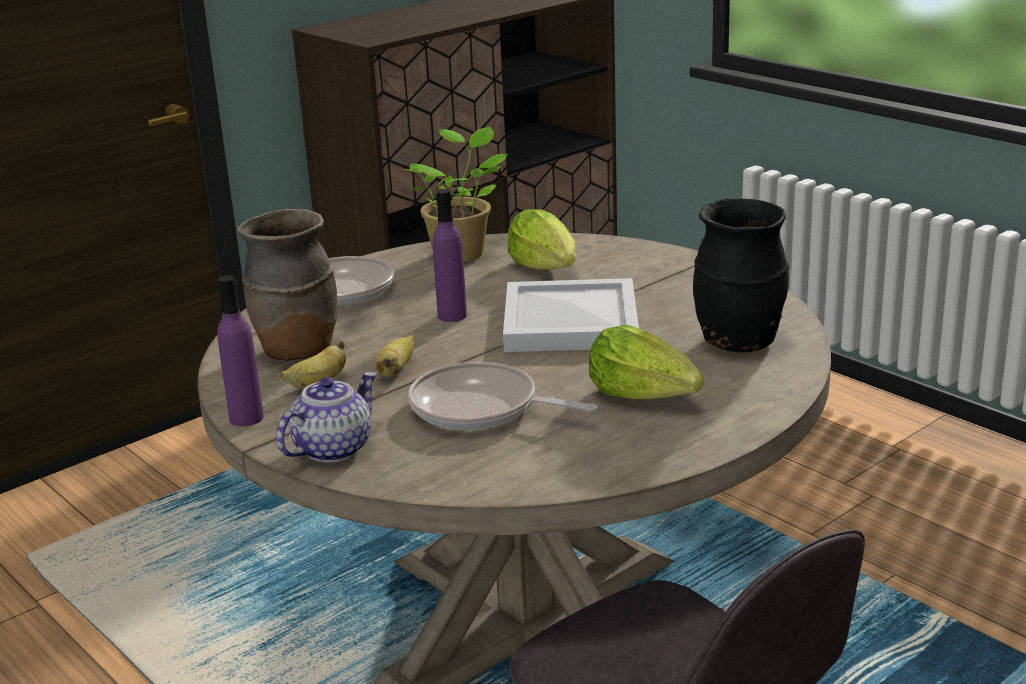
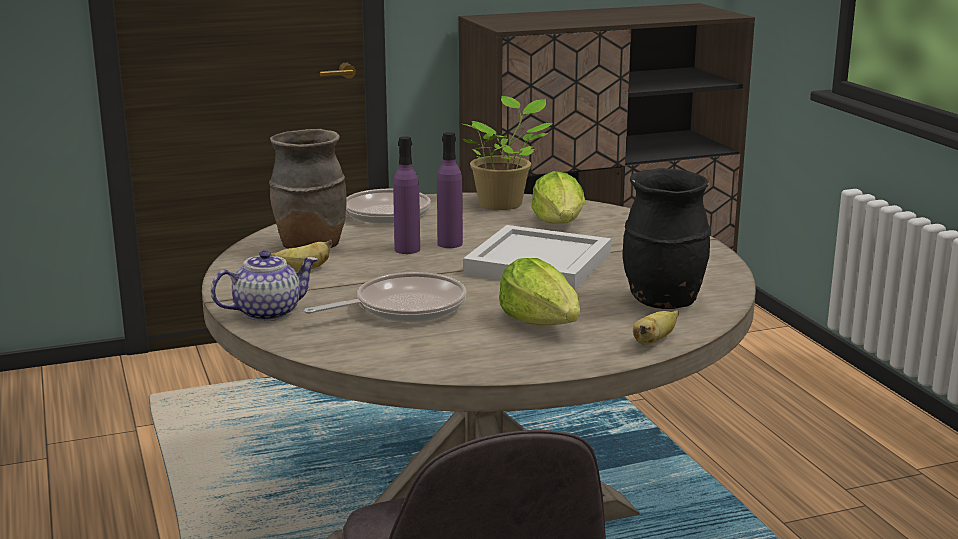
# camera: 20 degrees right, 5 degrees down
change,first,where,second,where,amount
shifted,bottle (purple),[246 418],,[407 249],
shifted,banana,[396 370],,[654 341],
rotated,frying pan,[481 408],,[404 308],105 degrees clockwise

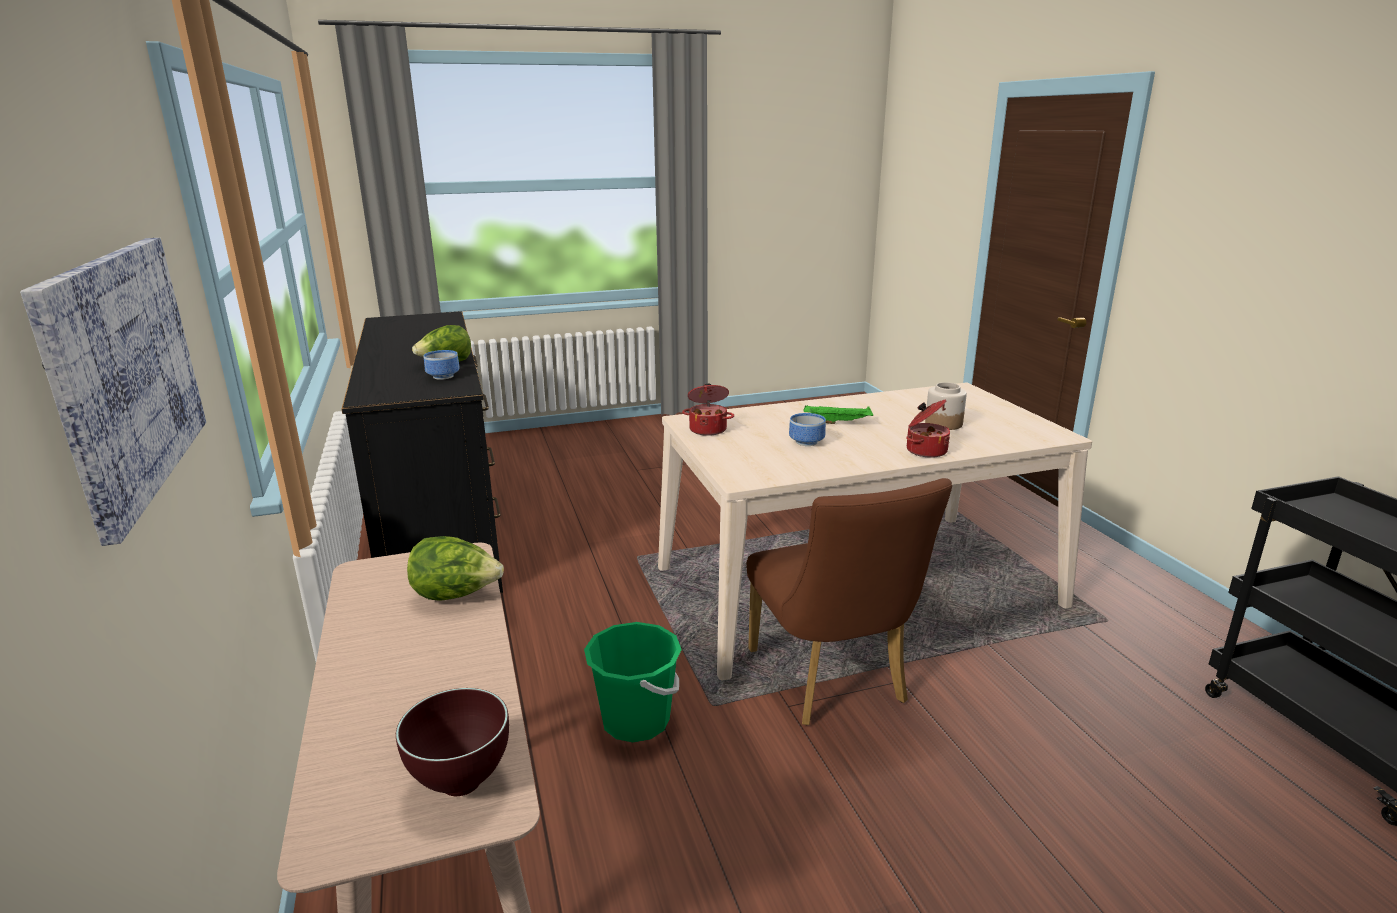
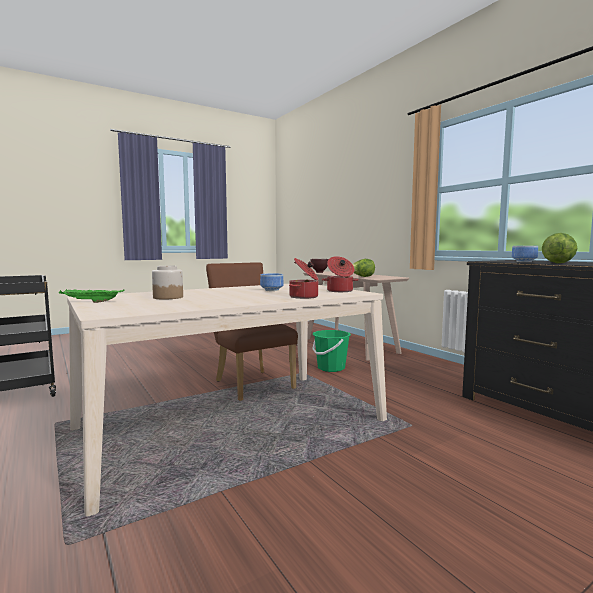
# camera: 165 degrees right, 15 degrees down
change,first,where,second,where,amount
gone,picture,[124 372],,,
shifted,tray (green),[838 422],,[91 302],
shifted,cooking pot,[925 450],,[304 297],

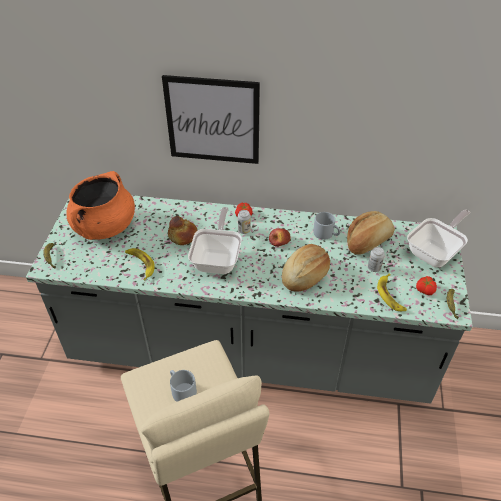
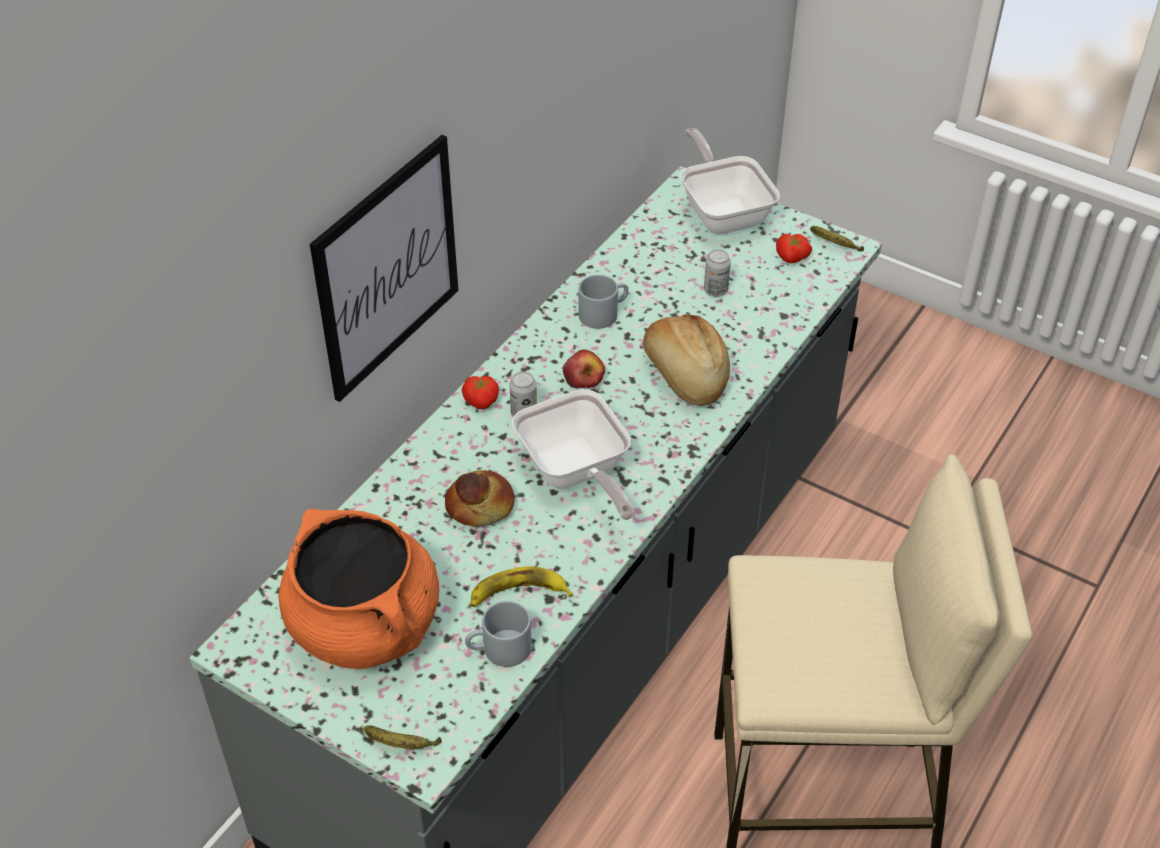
# camera: 65 degrees left, 0 degrees up
change,first,where,second,where,amount
shifted,mug (grey),[181 390],,[499 650],
rotated,frying pan,[218 259],,[576 474],150 degrees counterclockwise
gone,bread,[368 241],,,
gone,banana,[390 295],,,

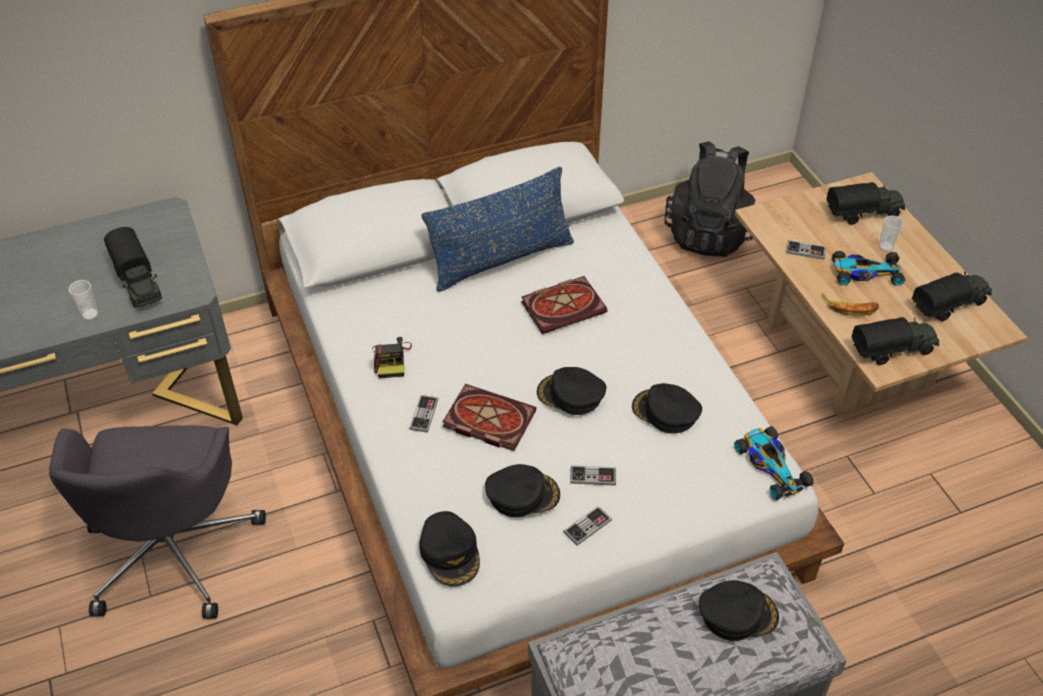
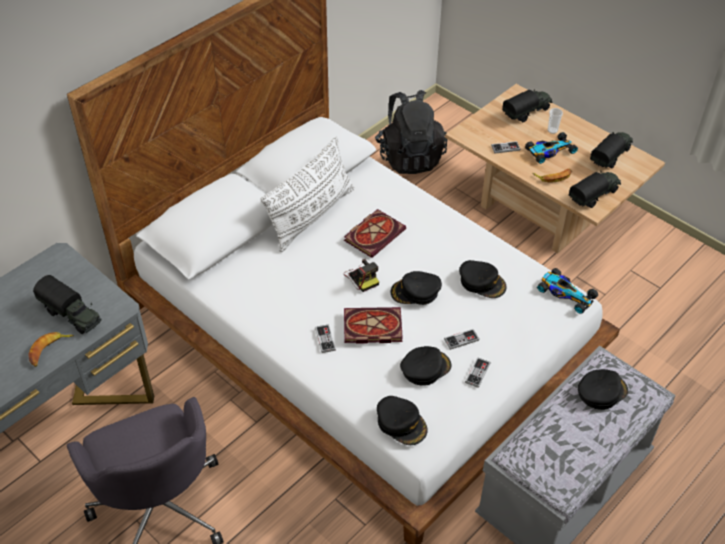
# camera: 25 degrees left, 0 degrees up
change,first,where,second,where,amount
swapped,cup,[90 314],banana,[49 350],
shifted,photo camera,[391 360],,[362 277],
repainted,pillow (blue),[501 260],pillow (white),[311 216],
rotated,cap (black),[665 412],,[482 282],150 degrees counterclockwise

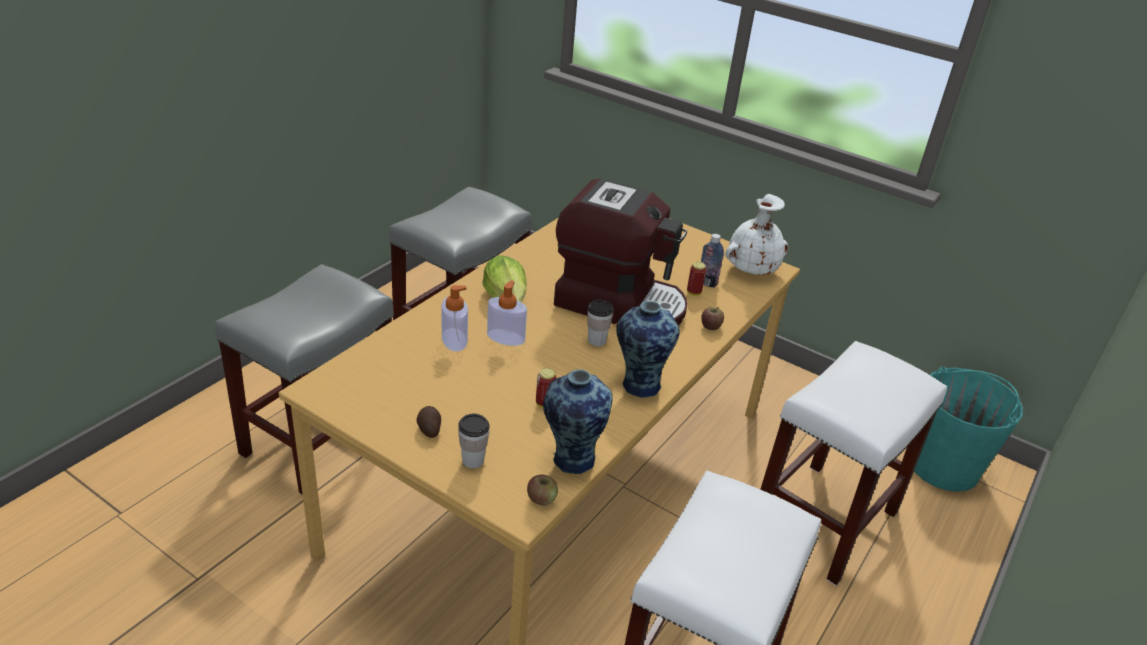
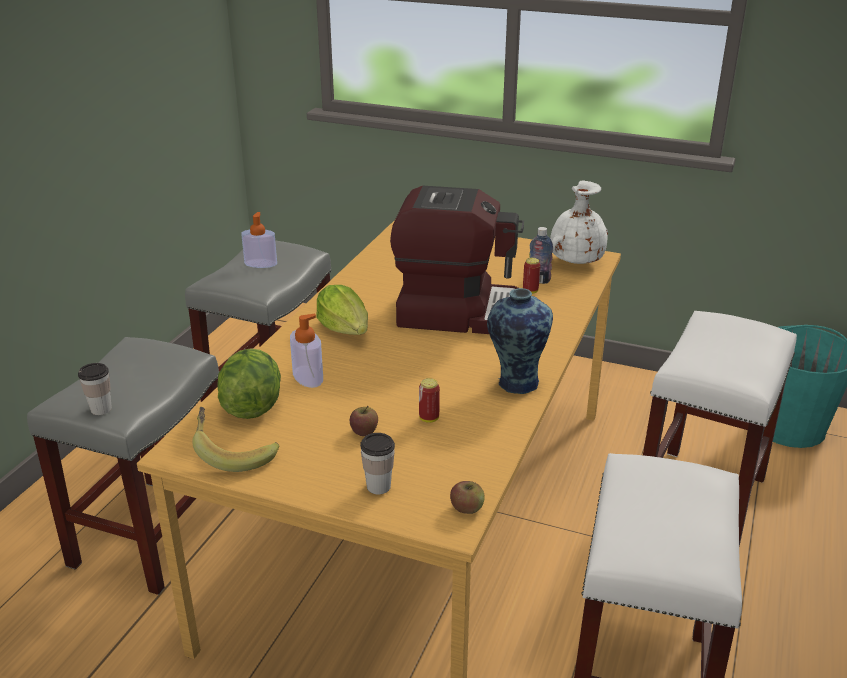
# camera: 10 degrees left, 5 degrees down
change,first,where,second,where,amount
gone,potato,[429 429],,,
shifted,soap dispenser,[506 337],,[260 263],
gone,vase,[571 459],,,
shifted,cup,[596 340],,[101 409],
shifted,apple,[710 326],,[364 431],
new,,,banana,[234 453],
new,,,lettuce,[252 406],

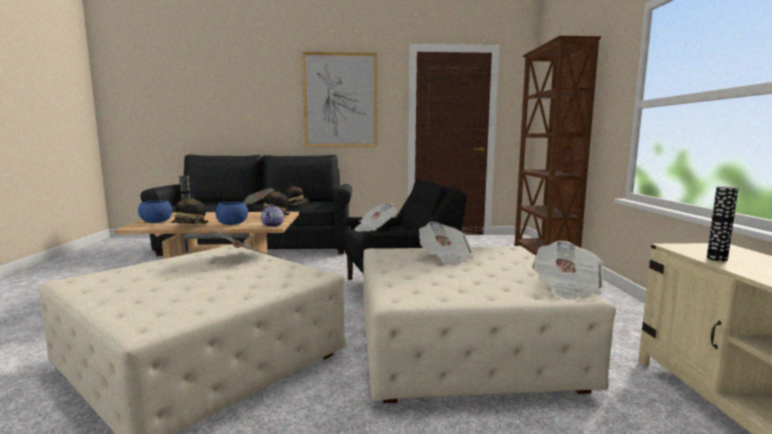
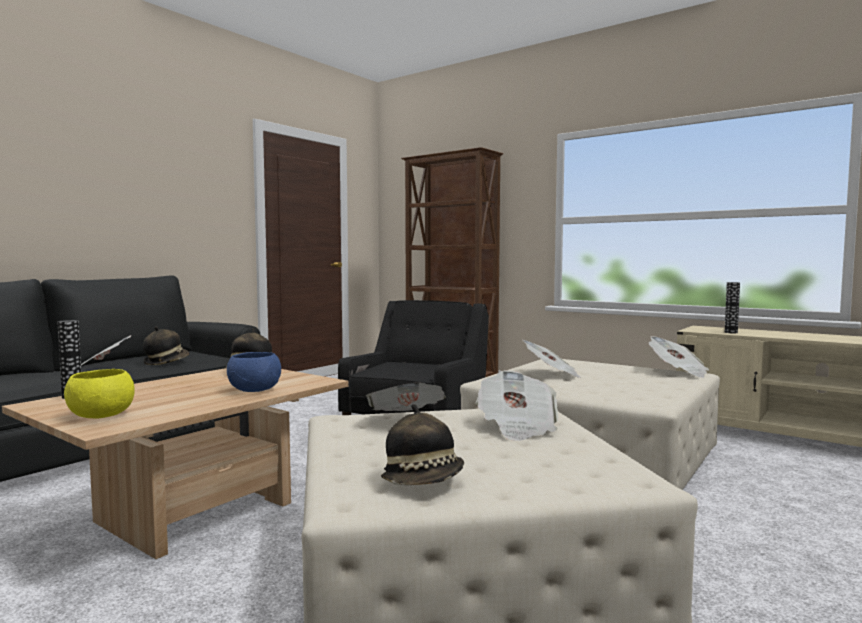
# camera: 50 degrees left, 5 degrees down
change,first,where,second,where,amount
repainted,bowl (blue),[157 222],bowl (yellow),[102 415],
shifted,hat,[190 226],,[424 482],
gone,teapot,[273 225],,,
gone,picture,[340 100],,,
shifted,newspaper,[375 229],,[517 427],

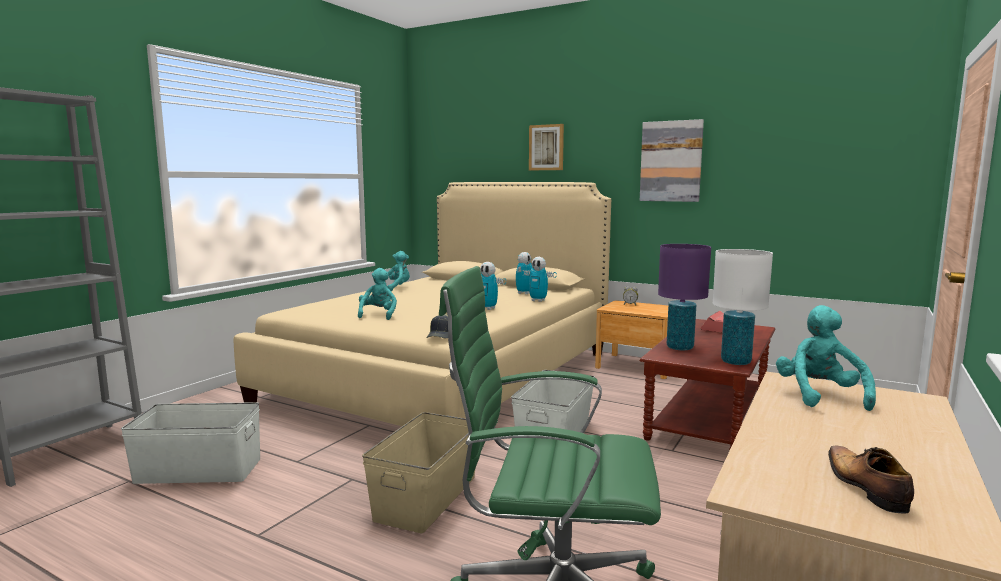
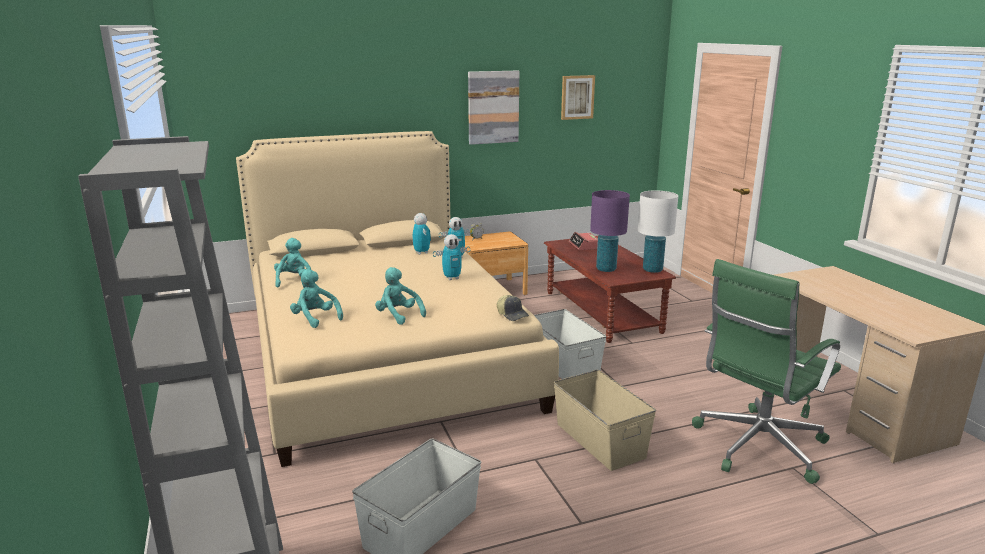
# camera: 50 degrees left, 10 degrees up
change,first,where,second,where,amount
shifted,picture,[546 147],,[577 97],
shifted,plush toy (turquoise),[819 396],,[315 318],
gone,shoe,[865 487],,,

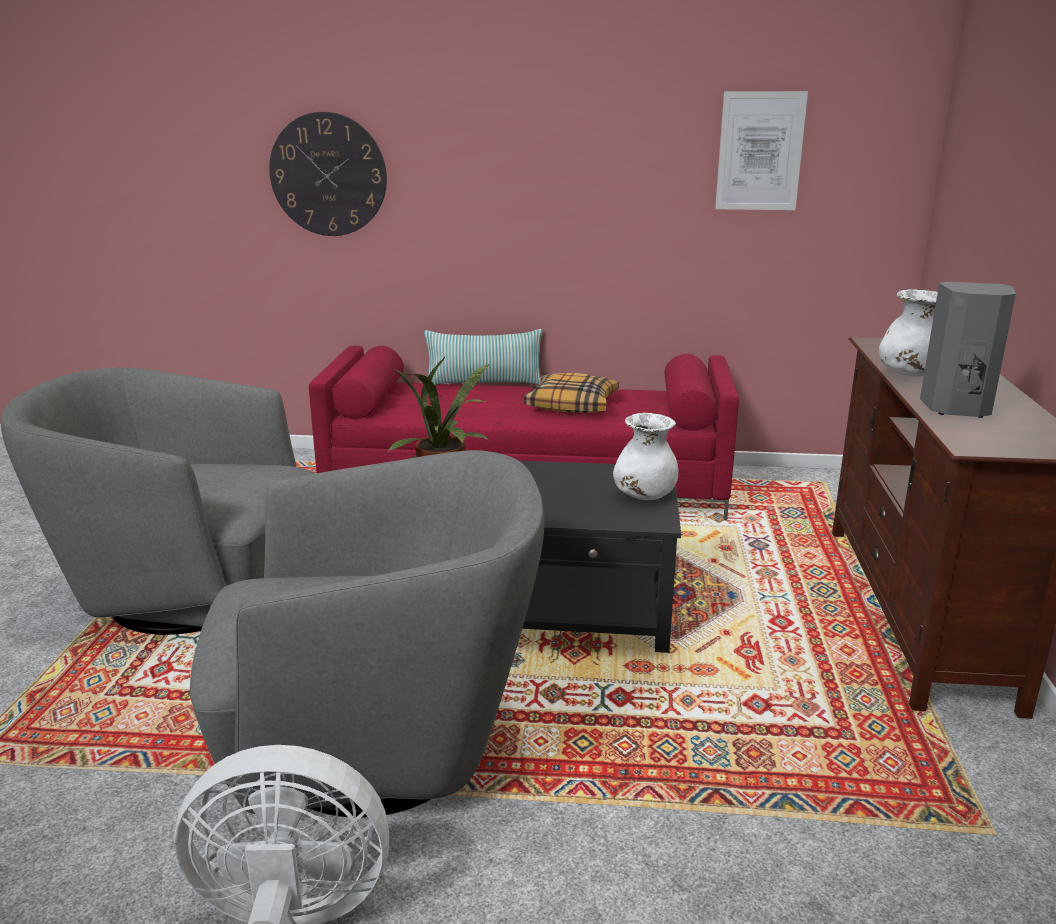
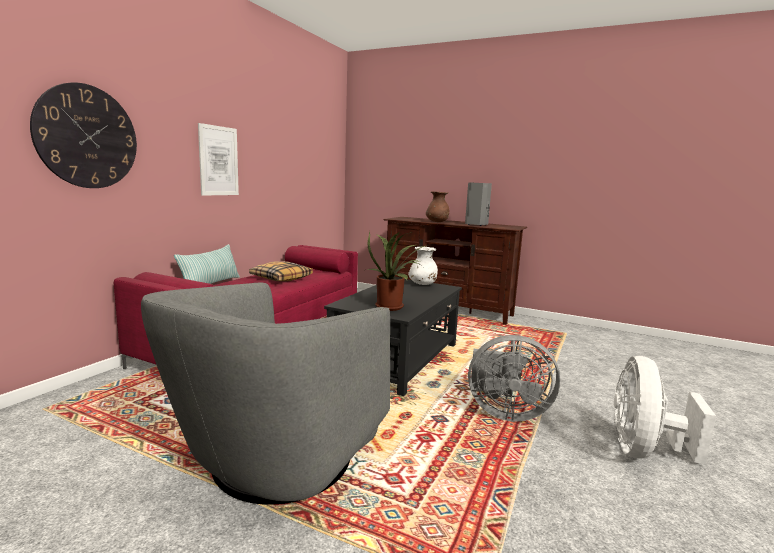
# camera: 70 degrees left, 10 degrees down
change,first,where,second,where,amount
swapped,armchair (grey),[381 745],fan (grey),[504 412],
shifted,picture,[760 151],,[218 161],
repainted,vase (white),[909 374],vase (brown),[437 222],

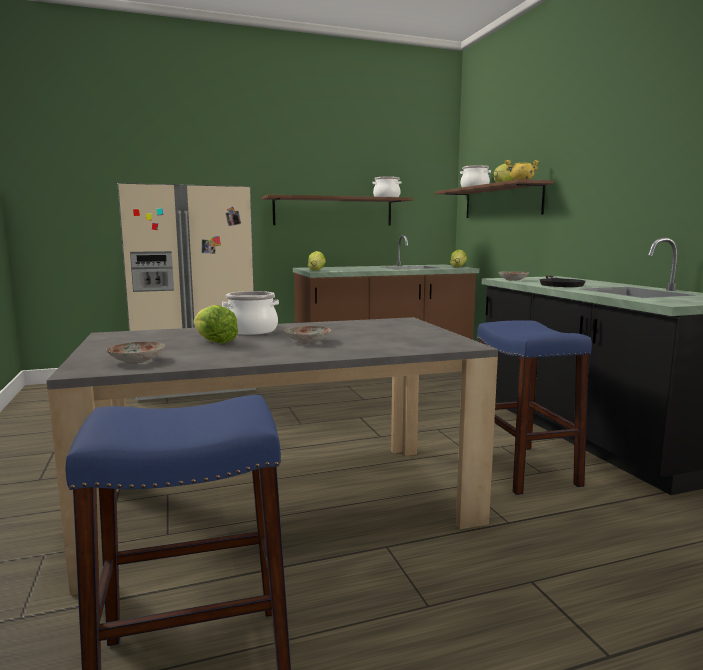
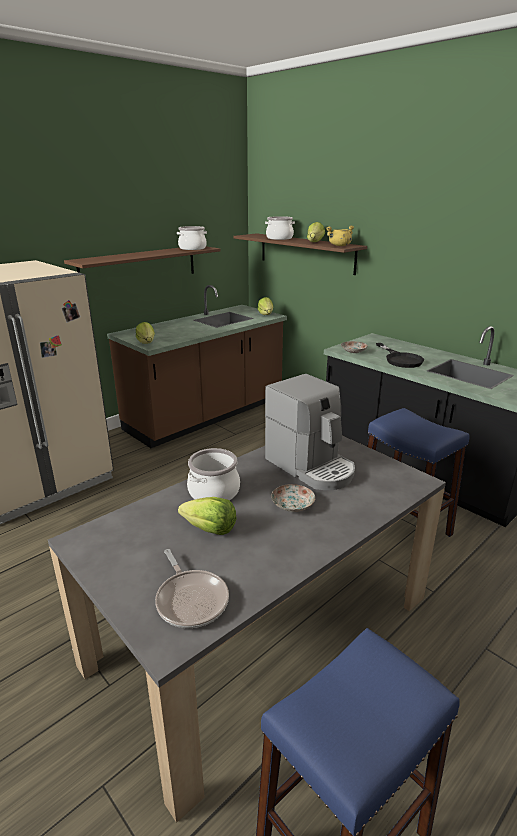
# camera: 25 degrees left, 15 degrees up
change,first,where,second,where,amount
swapped,plate,[137 360],frying pan,[191 599],
new,,,coffee machine,[311 467],

